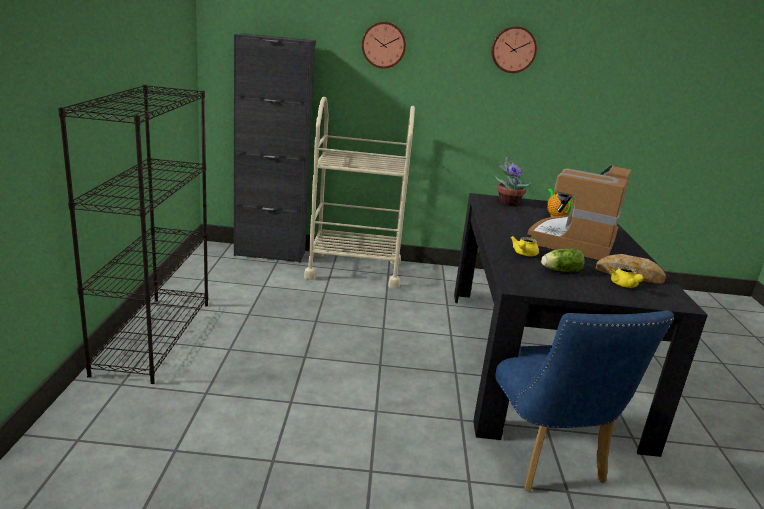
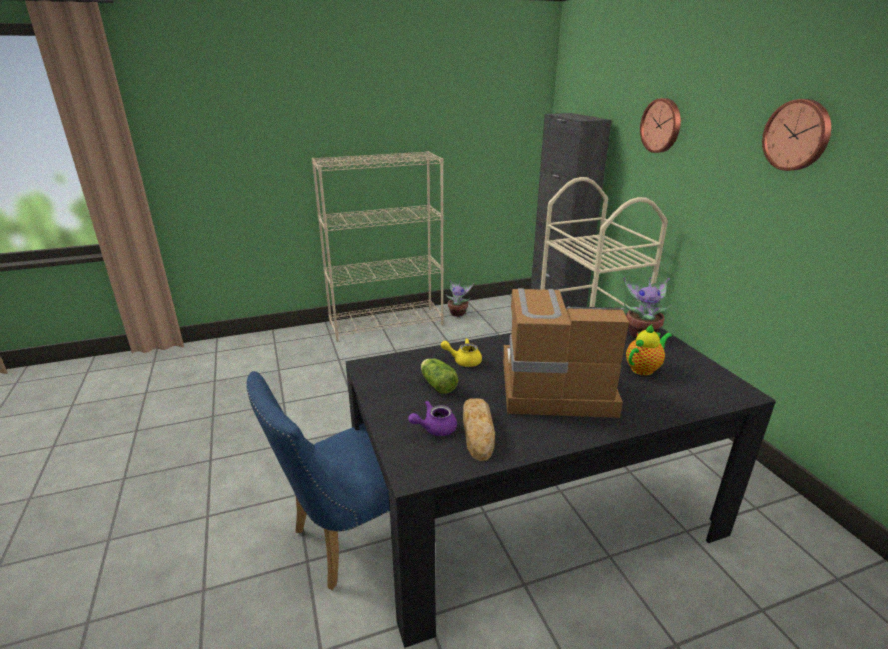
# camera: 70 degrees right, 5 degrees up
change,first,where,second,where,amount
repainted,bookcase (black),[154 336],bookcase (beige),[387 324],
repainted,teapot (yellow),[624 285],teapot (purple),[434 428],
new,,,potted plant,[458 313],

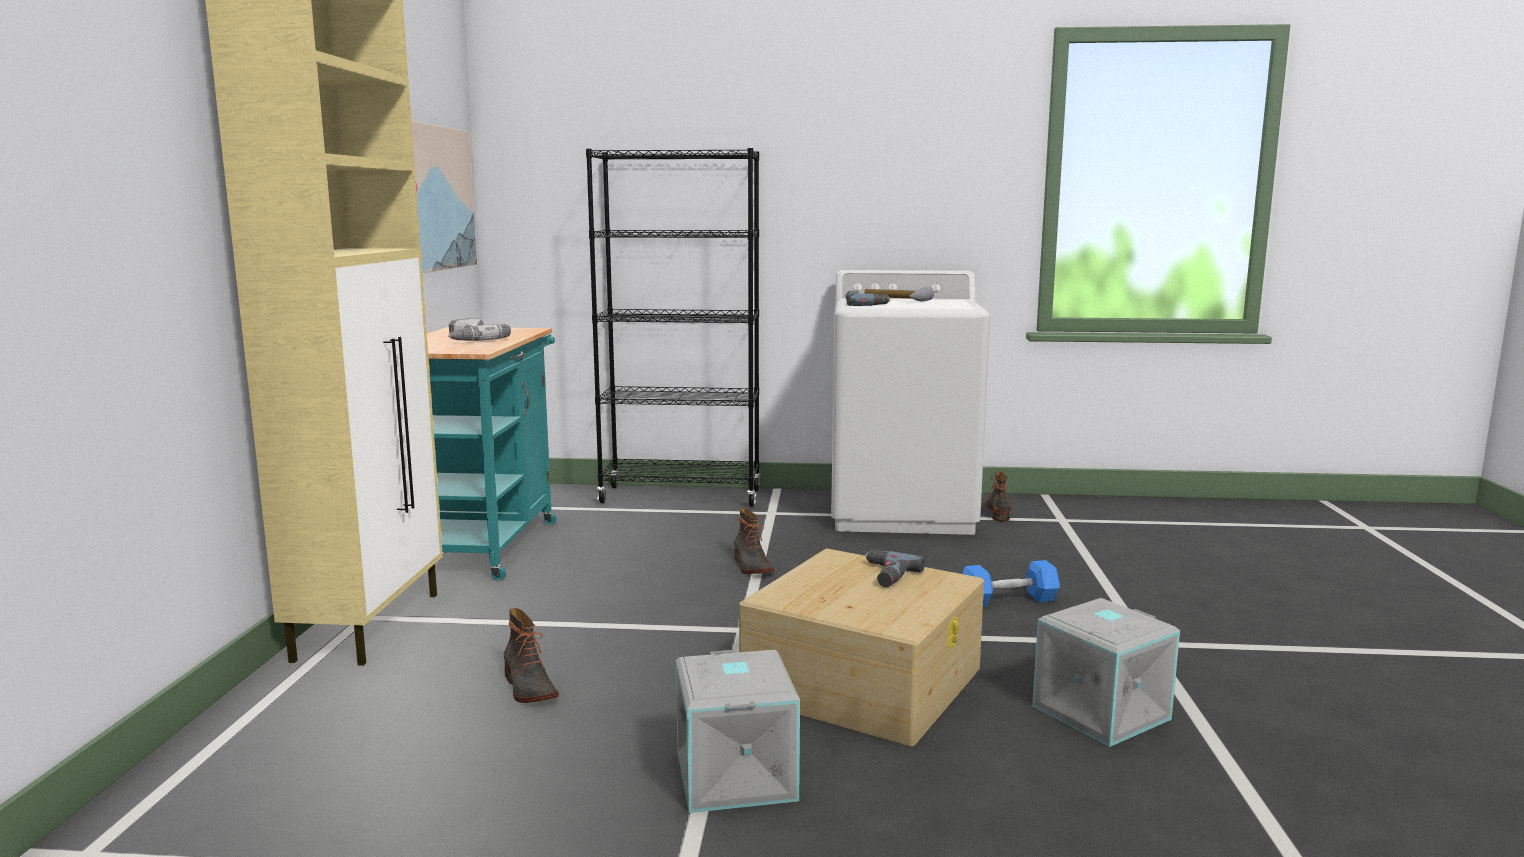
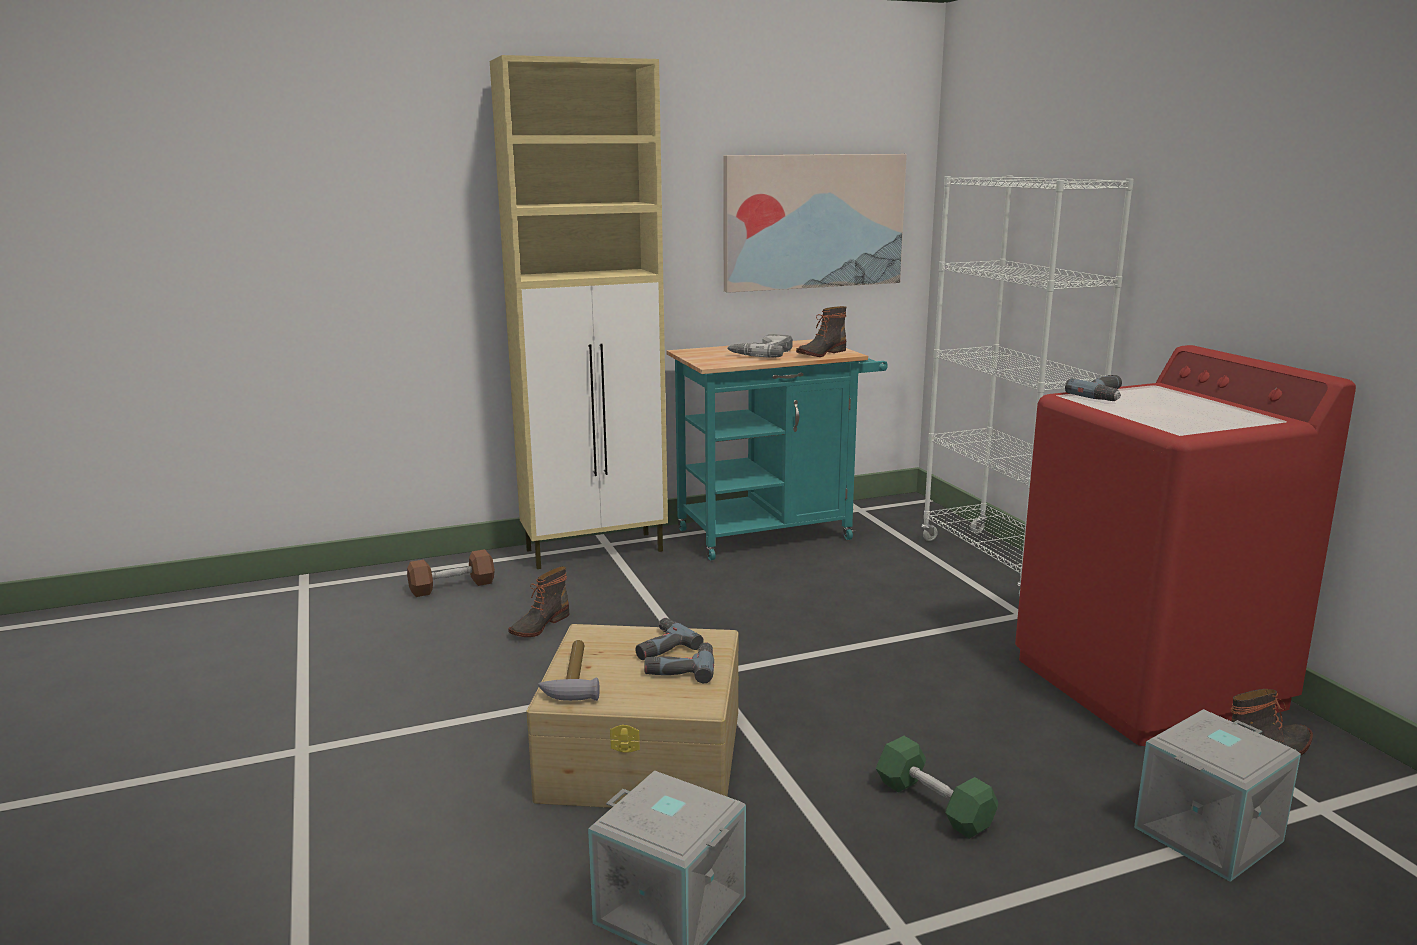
# camera: 65 degrees right, 5 degrees up
change,first,where,second,where,amount
repainted,bookcase (black),[681 497],bookcase (white),[1000 564],
shifted,storage box (grey),[738 777],,[1210 836],
shifted,boot,[751 566],,[820 353],
repainted,washing machine (white),[902 511],washing machine (red),[1149 683],
shifted,hammer,[897 301],,[571 679],
repainted,dumbbell (blue),[1008 600],dumbbell (green),[934 804],
new,,,dumbbell (brown),[452 587],
new,,,power drill,[660 646],

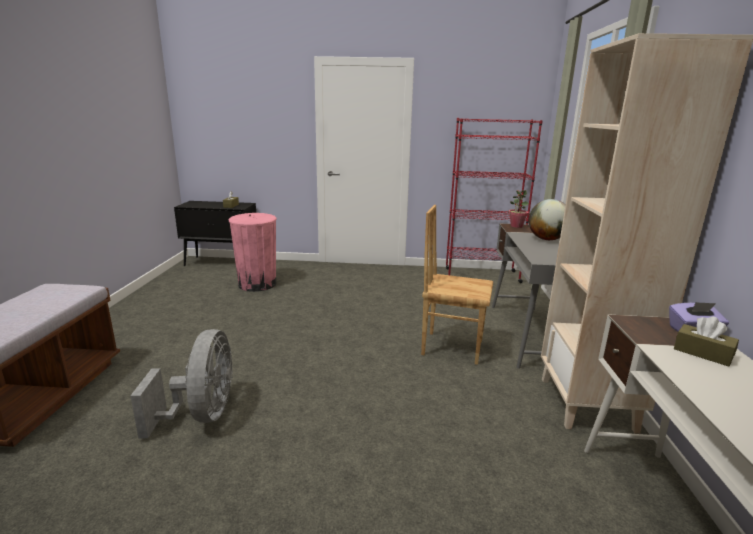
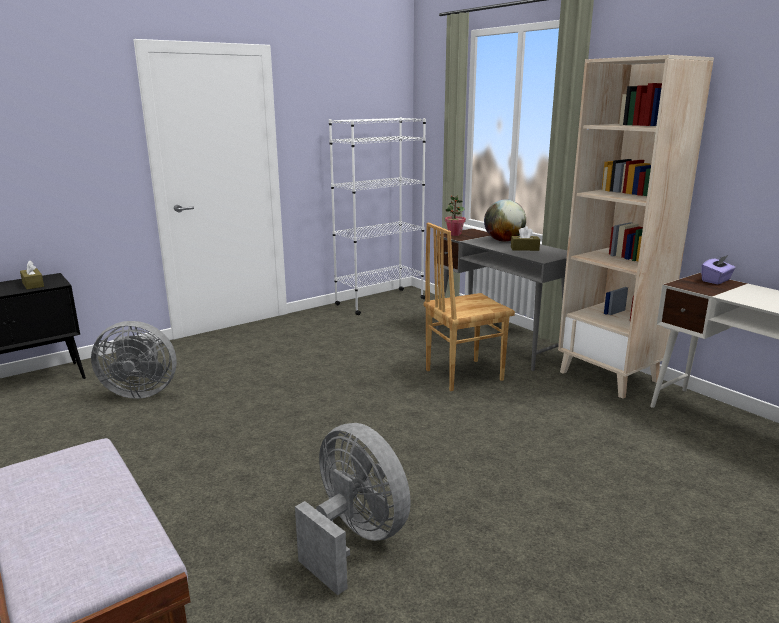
# camera: 40 degrees left, 0 degrees up
change,first,where,second,where,amount
swapped,trash can (pink),[257 284],fan (grey),[140 392],
repainted,bookcase (red),[481 275],bookcase (white),[380 302],
shifted,tissue box (brown),[702 353],,[524 248],

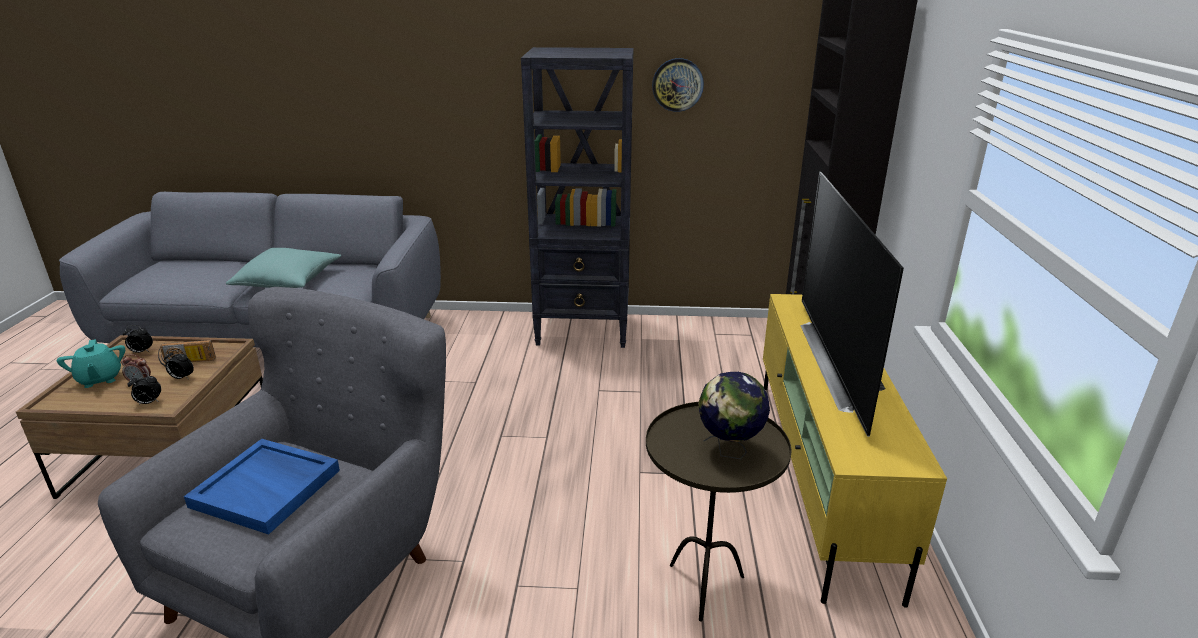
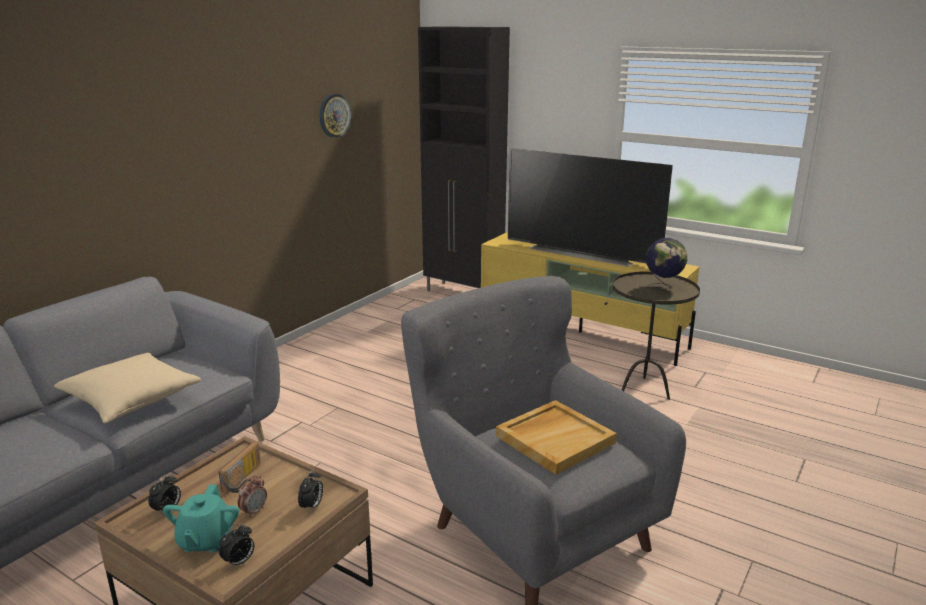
# camera: 60 degrees left, 5 degrees down
change,first,where,second,where,amount
rotated,teapot (turquoise),[100 379],,[205 540],90 degrees clockwise
shifted,alarm clock,[182 378],,[239 562],
repainted,tray (blue),[267 488],tray (beige),[555 439],
repainted,pillow (turquoise),[288 281],pillow (beige),[131 400],
gone,bookcase (black),[584 330],,,

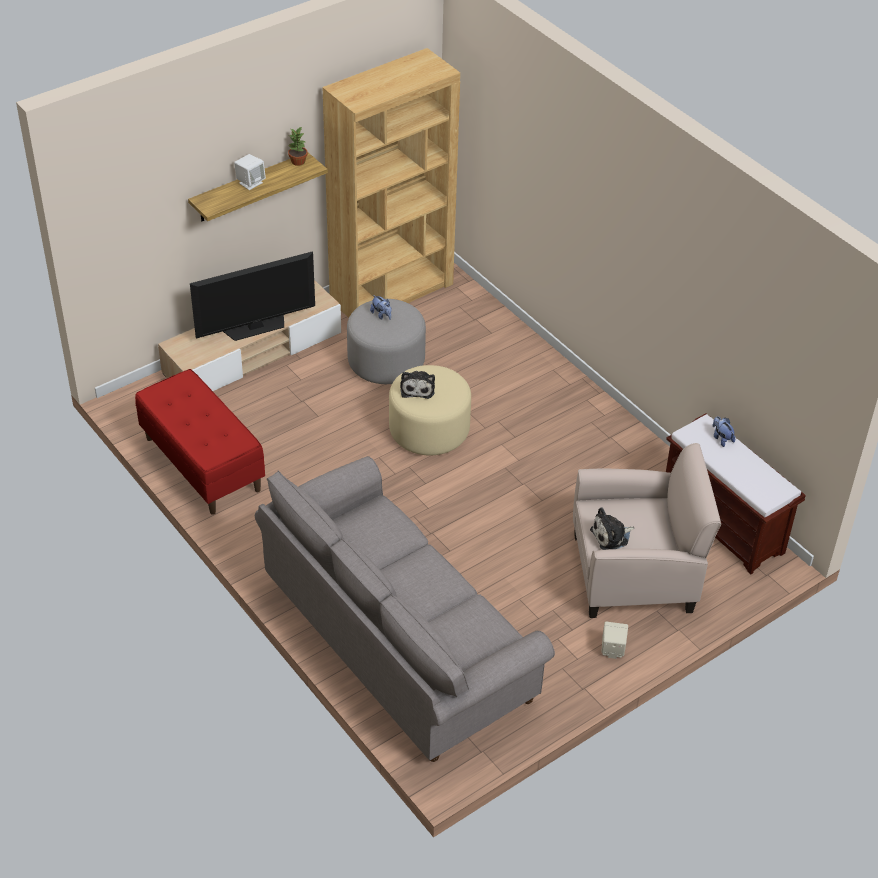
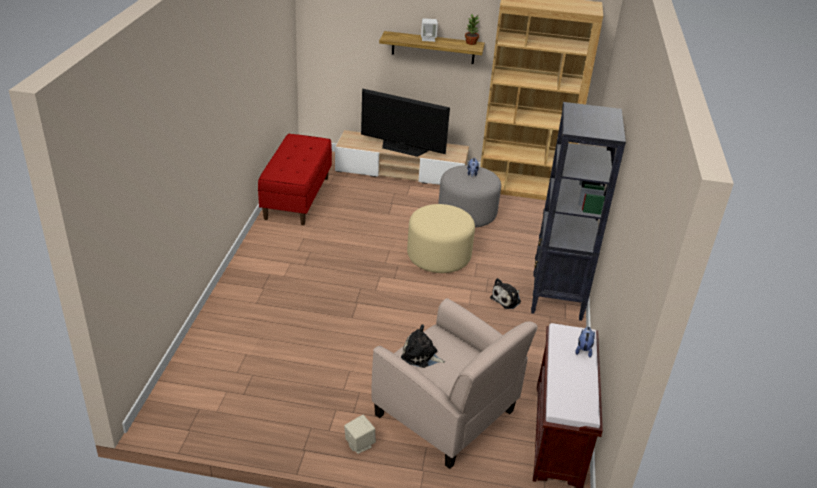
# camera: 45 degrees right, 10 degrees down
change,first,where,second,where,amount
gone,sofa (grey),[399 640],,,
shifted,plush toy,[417 388],,[507 299],
new,,,bookcase (black),[556 297],

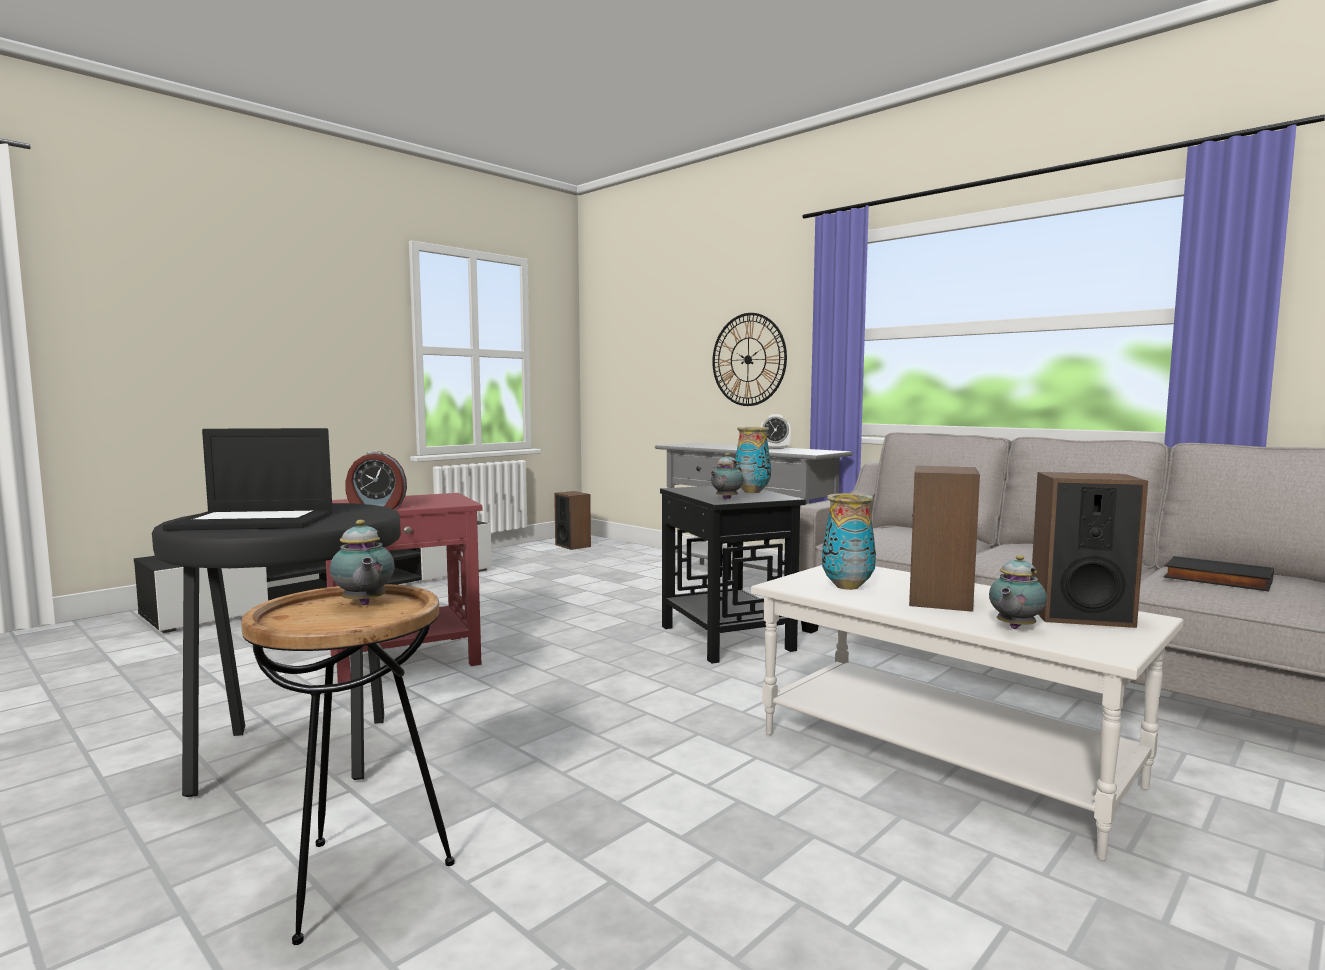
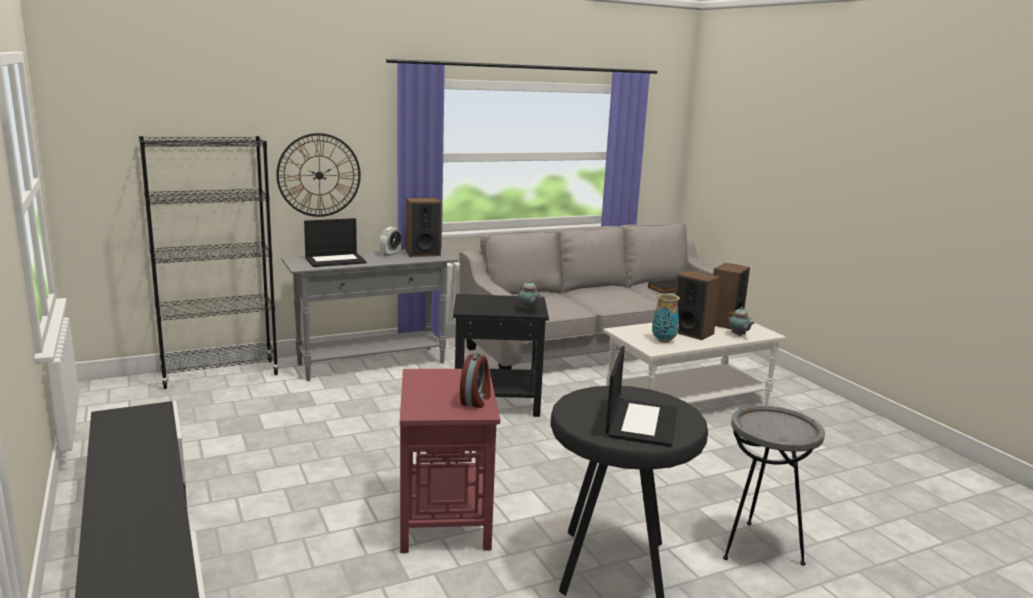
# camera: 70 degrees left, 10 degrees up
change,first,where,second,where,amount
repainted,side table (brown),[358 879],side table (grey),[758 548],
gone,teapot,[363 604],,,
shifted,speaker,[573 545],,[423 253],
gone,vase,[752 492],,,
new,,,bookcase (black),[220 374],
new,,,laptop,[336 260],

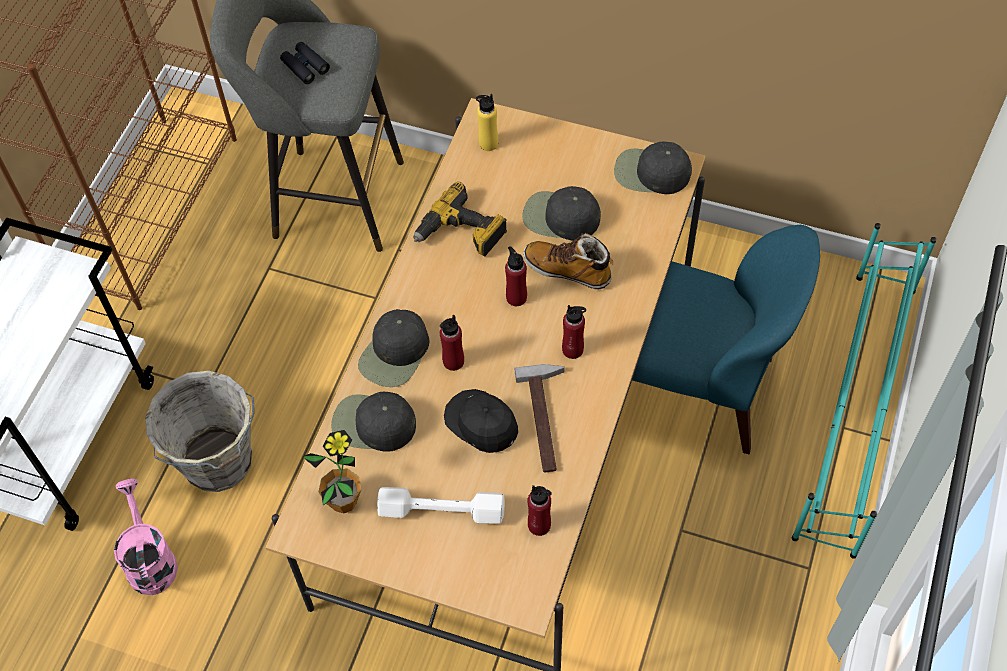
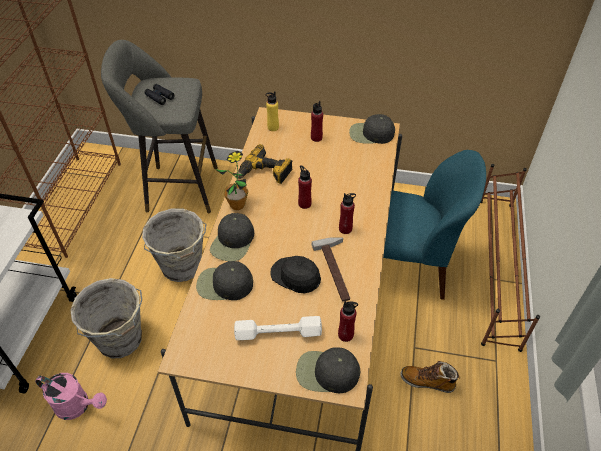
# camera: 10 degrees left, 10 degrees down
change,first,where,second,where,amount
rotated,watering can (pink),[150 559],,[77 406],135 degrees clockwise
shifted,potted plant,[344 501],,[237 205],
shifted,bottle (red),[453 361],,[316 138],
shifted,cap (black),[560 217],,[326 373],
shifted,boot,[568 270],,[427 381],
repainted,shoe rack (turquoise),[855 409],shoe rack (brown),[497 269],
new,,,bucket (grey),[182 267],

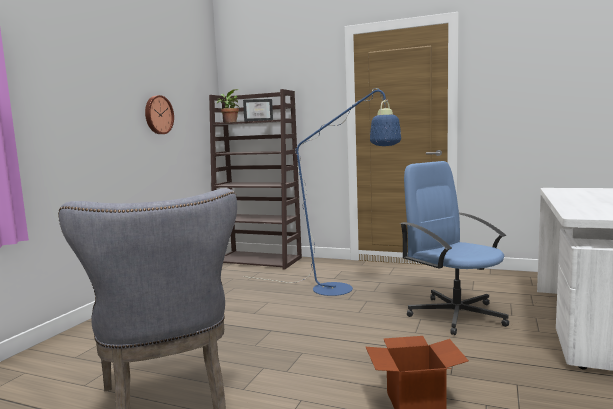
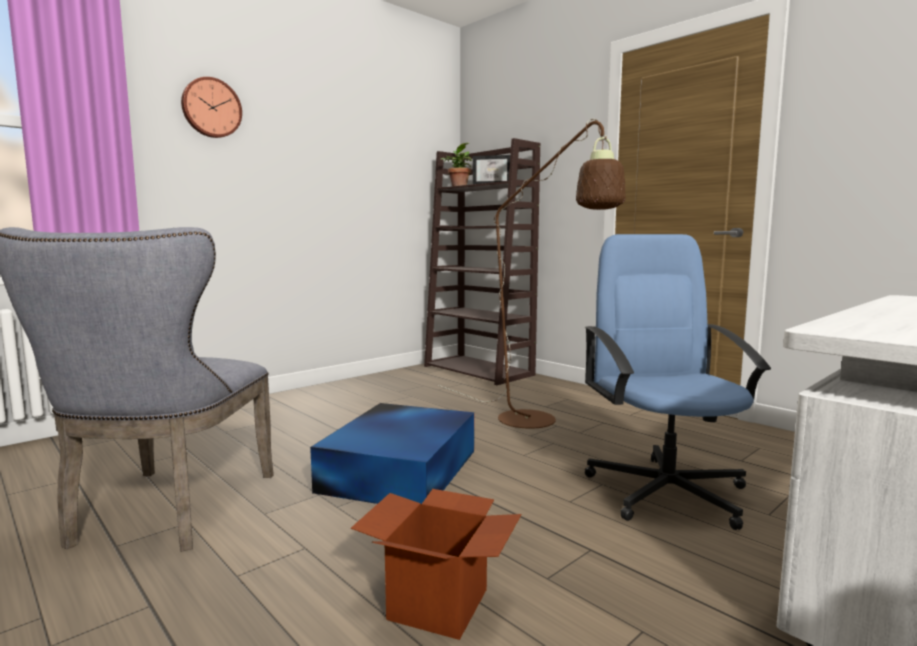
# camera: 25 degrees right, 0 degrees up
change,first,where,second,where,amount
shifted,wall clock,[158 115],,[211 108],
repainted,floor lamp (blue),[342 290],floor lamp (brown),[538 423],
new,,,storage box (blue),[402 469],

